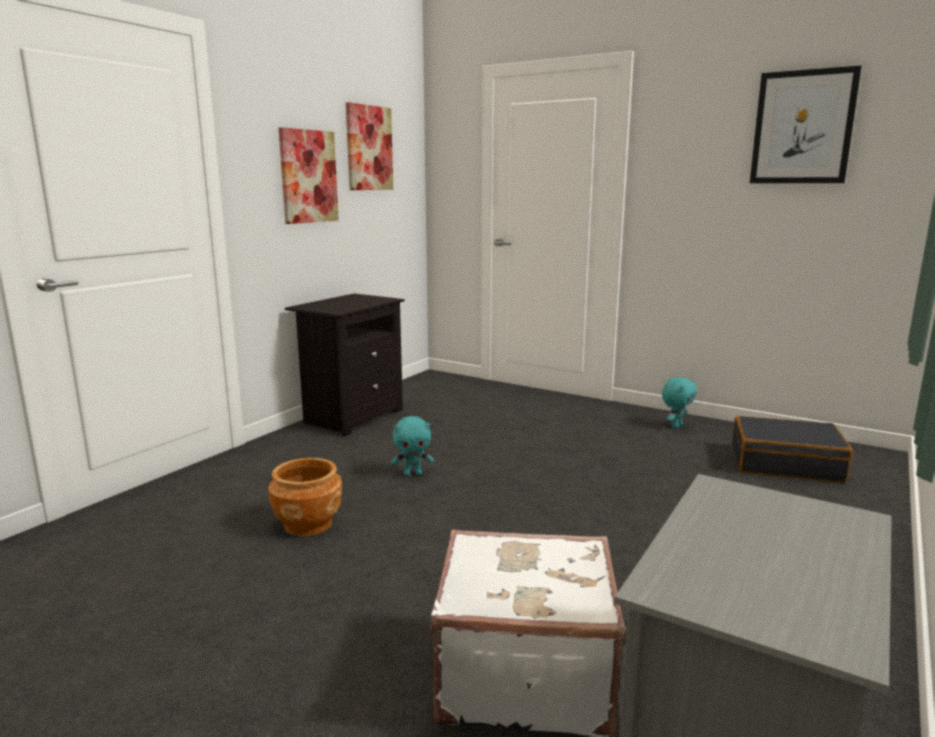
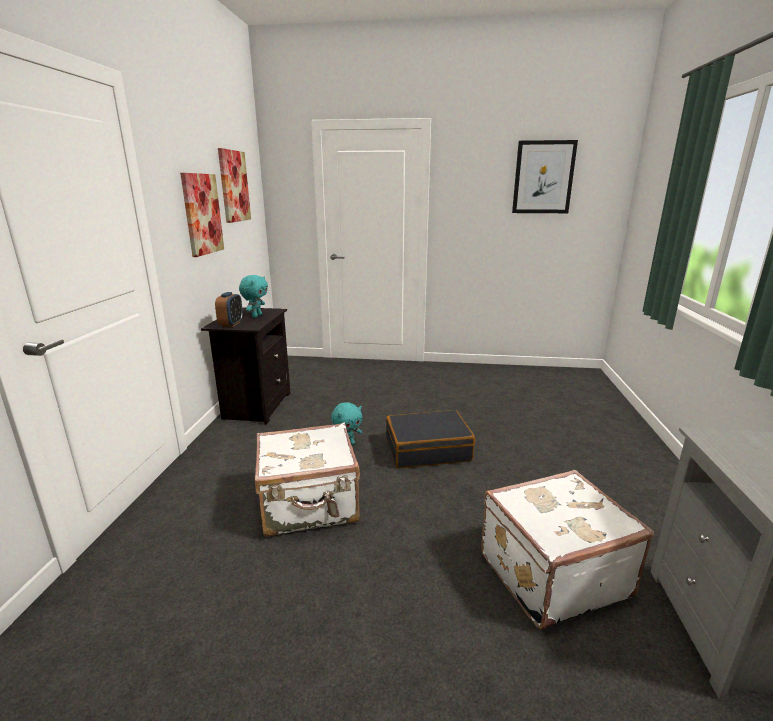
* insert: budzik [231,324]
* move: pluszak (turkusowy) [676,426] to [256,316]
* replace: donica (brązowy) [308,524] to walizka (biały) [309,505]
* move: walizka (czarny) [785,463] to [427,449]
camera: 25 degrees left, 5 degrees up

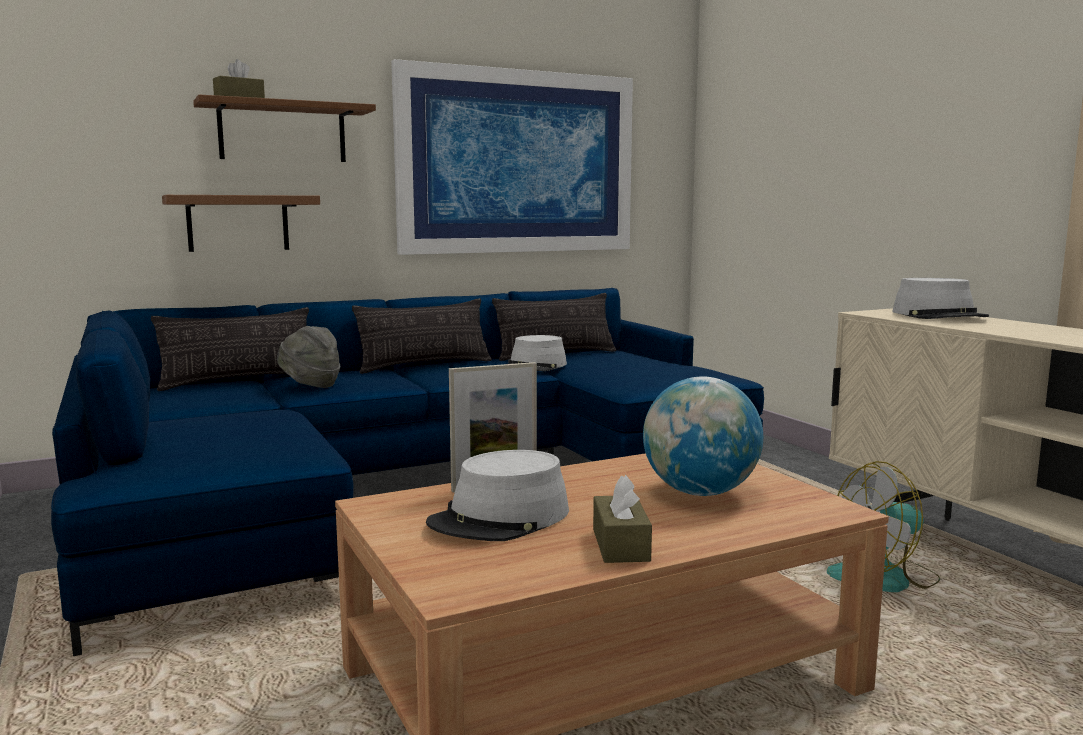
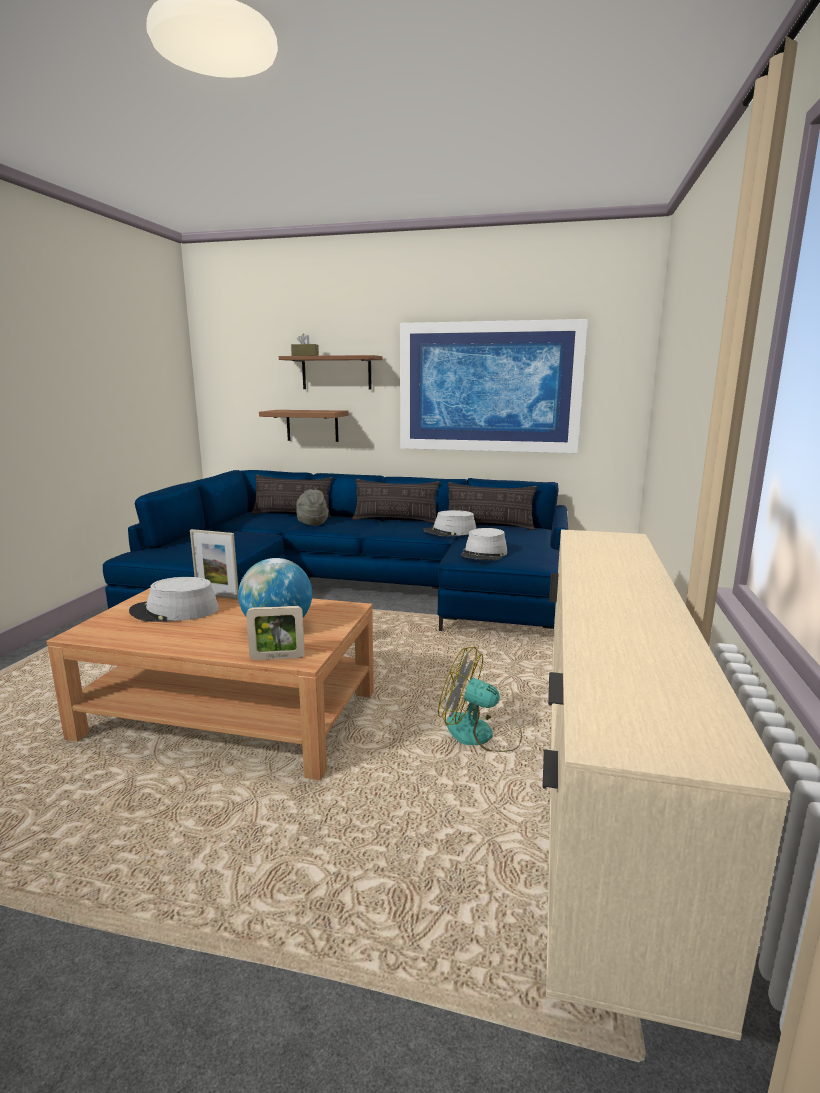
* insert: ramka na zdjęcie [277,657]
* move: kapelusz (szary) [939,315] to [484,554]
* delete: pudełko chusteczek (brązowy) [620,545]
camera: 40 degrees right, 5 degrees up

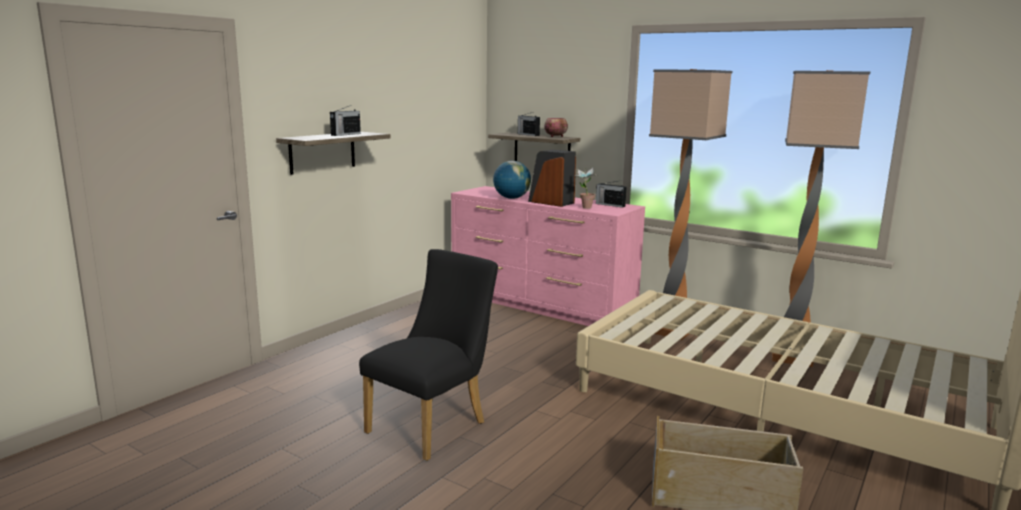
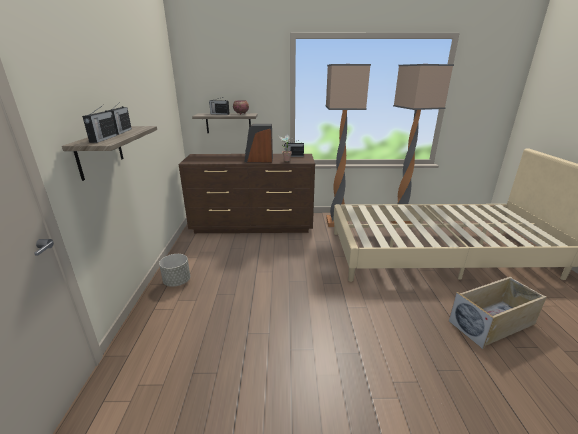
* insert: radio [103,139]
* insert: donica (szary) [177,281]
* recolor: komoda (różowy) [541,305] to komoda (brązowy) [253,226]
* delete: krzesło (czarny) [433,425]
* delete: globus [511,198]
camera: 35 degrees left, 10 degrees up

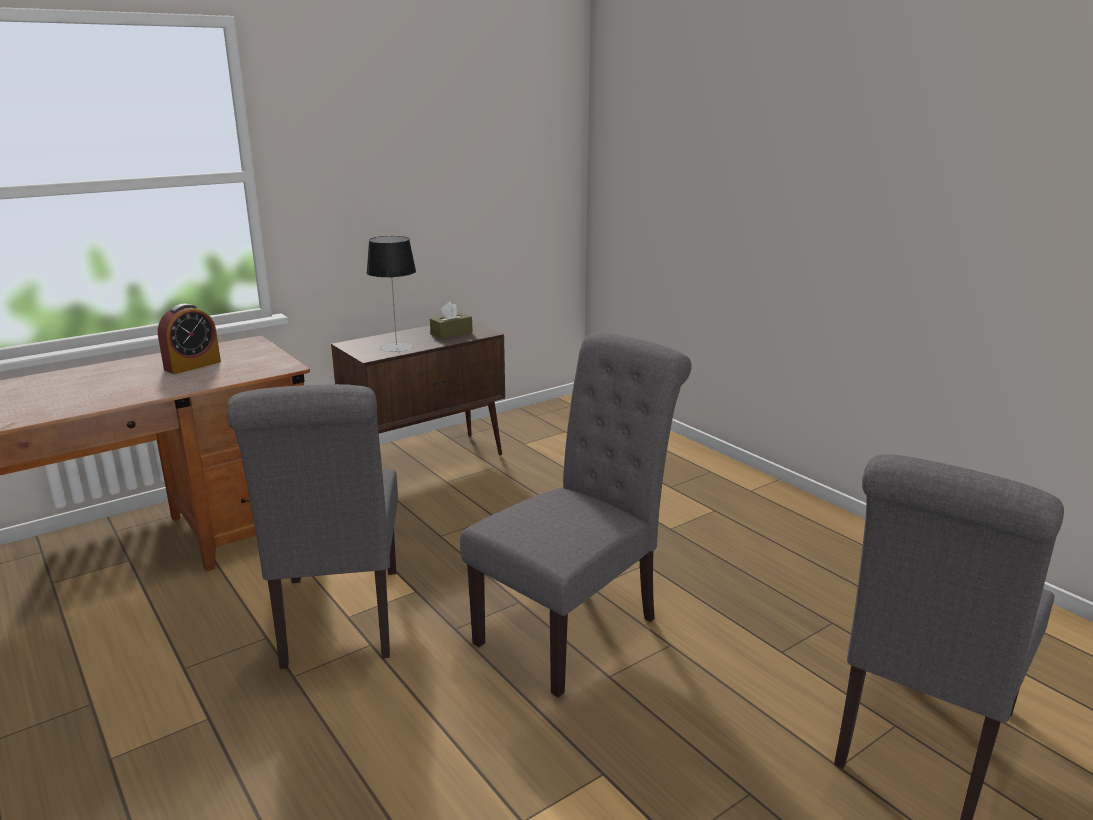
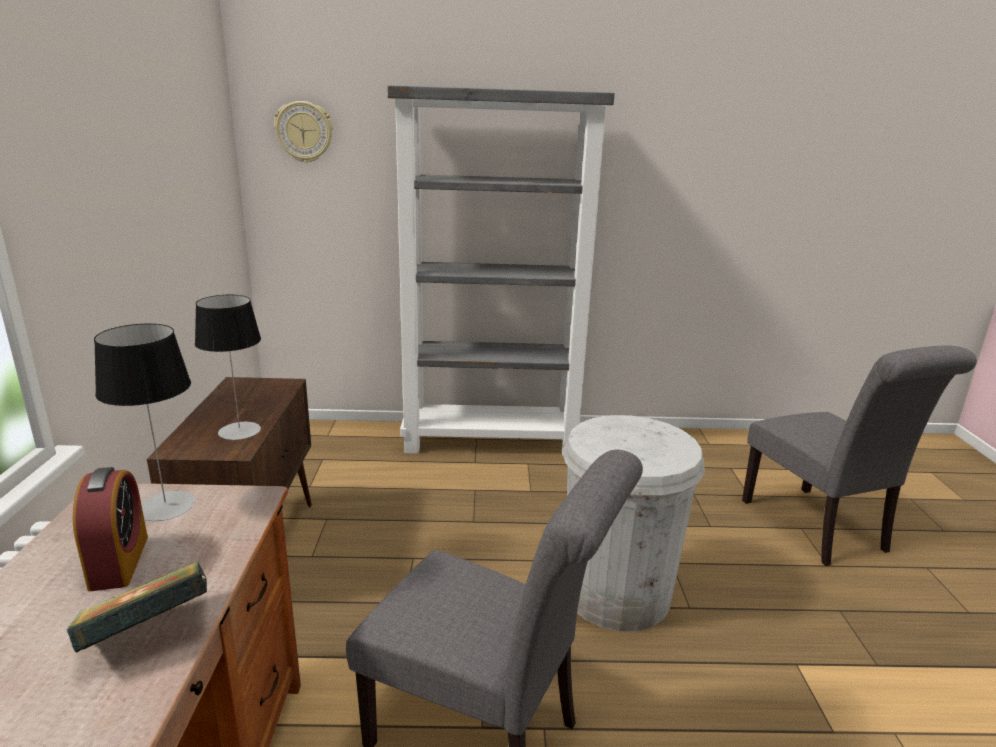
* insert: książka [148,634]
* insert: lampa stołowa [165,506]
* insert: zegar ścienny [304,132]
* insert: regał (szary) [492,441]
* replace: krzesło (szary) [576,626] to kosz na śmieci (biały) [616,593]
* delete: pudełko chusteczek (brązowy) [451,333]
camera: 55 degrees left, 0 degrees up

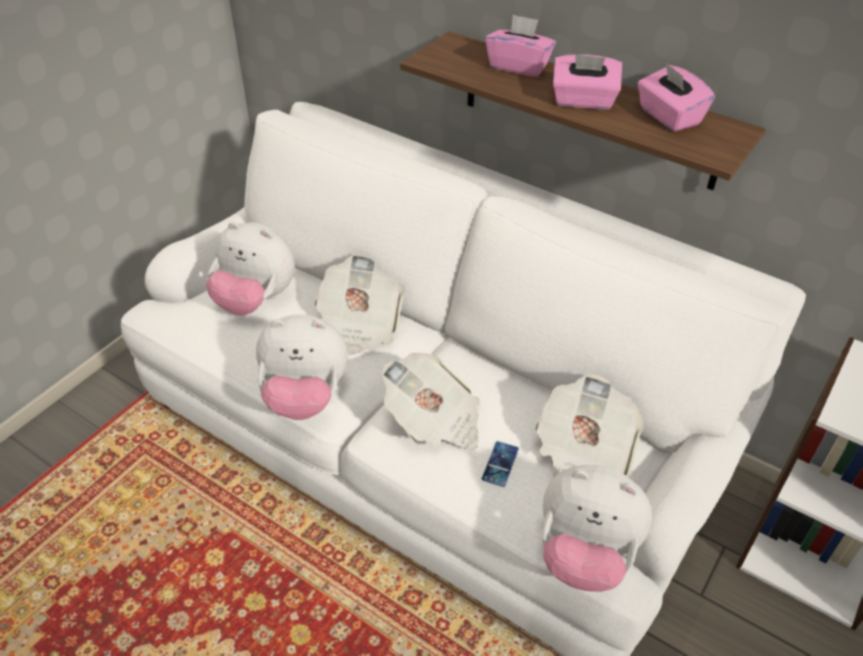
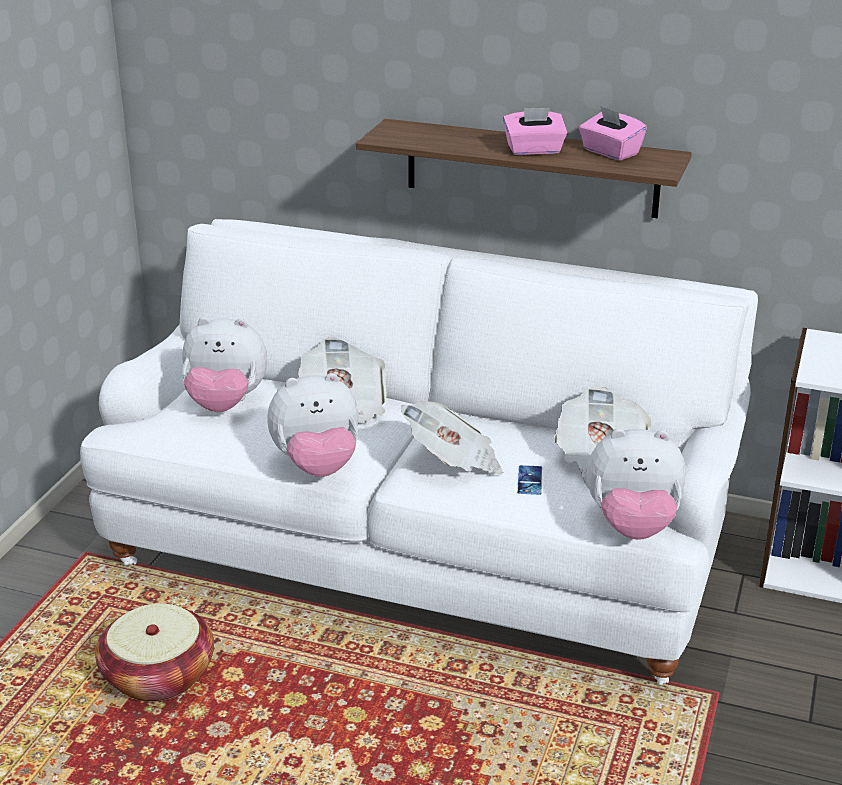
* insert: koszyk [158,676]
* delete: pudełko chusteczek (różowy) [519,66]
camera: 15 degrees left, 15 degrees down

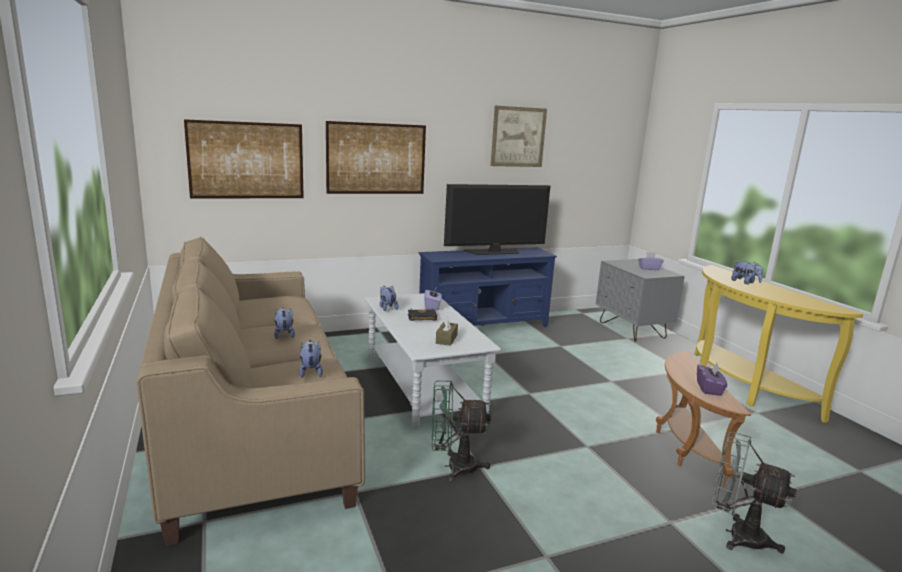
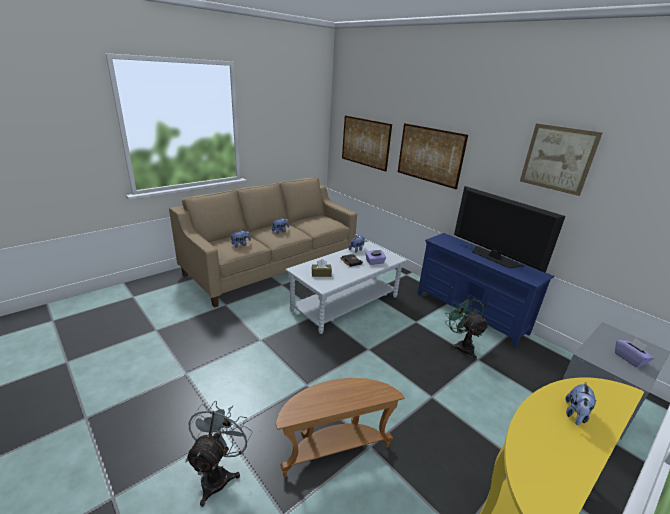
* move: wentylator (zielony) [453,467] to [461,345]
* delete: pudełko chusteczek (fioletowy) [709,389]
camera: 70 degrees right, 10 degrees up

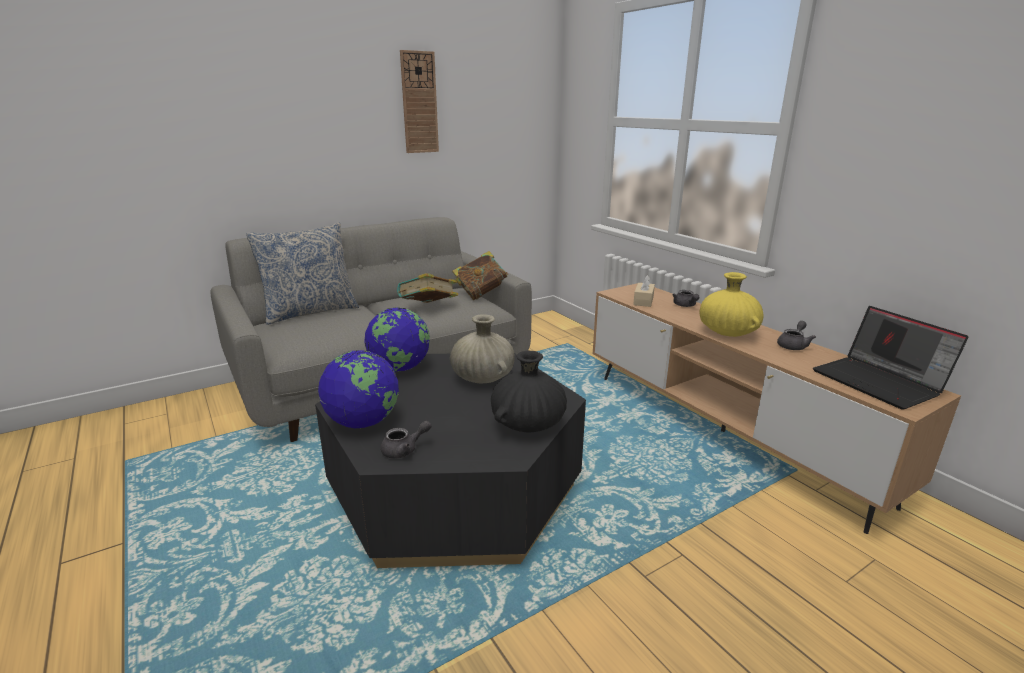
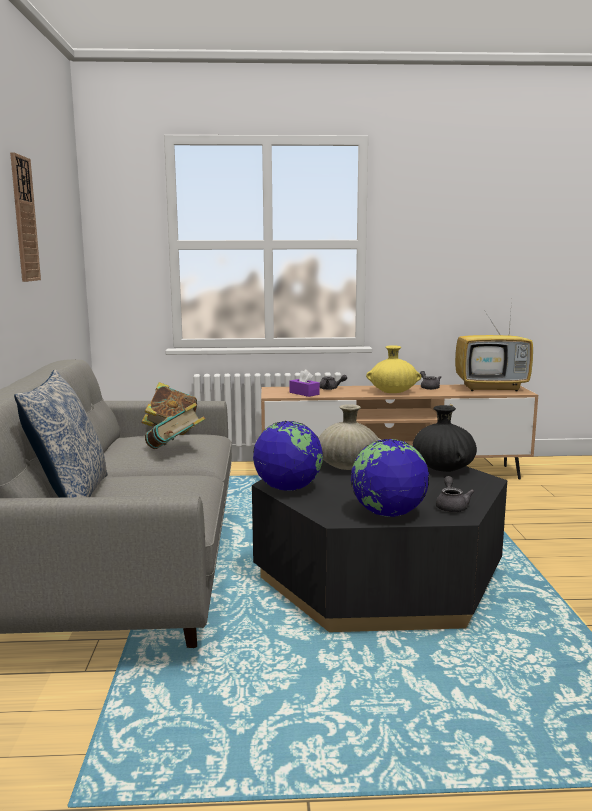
* recolor: pudełko chusteczek (beżowy) [643,301] to pudełko chusteczek (fioletowy) [304,393]
* replace: laptop [880,382] to telewizor [492,388]
camera: 60 degrees left, 10 degrees down

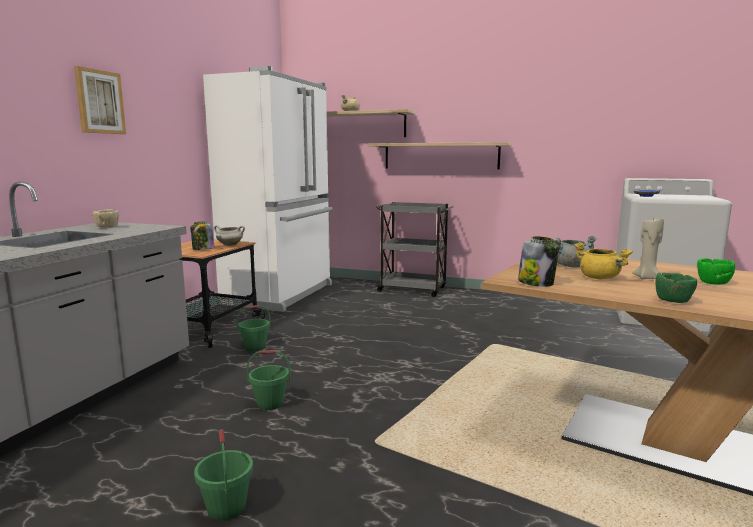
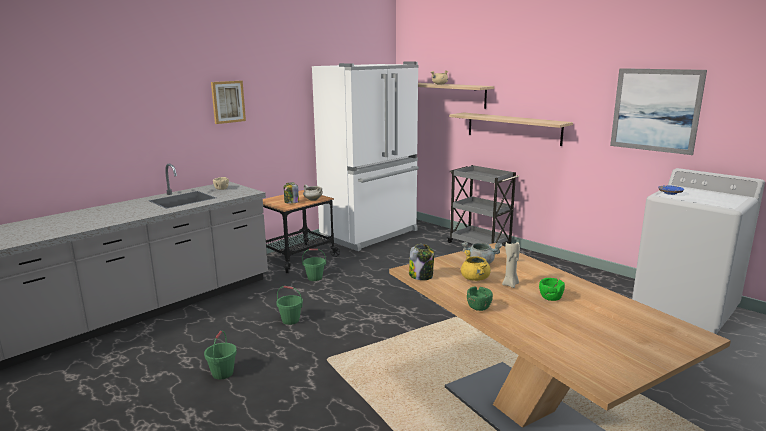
* insert: obraz [655,110]
camera: 25 degrees right, 5 degrees up

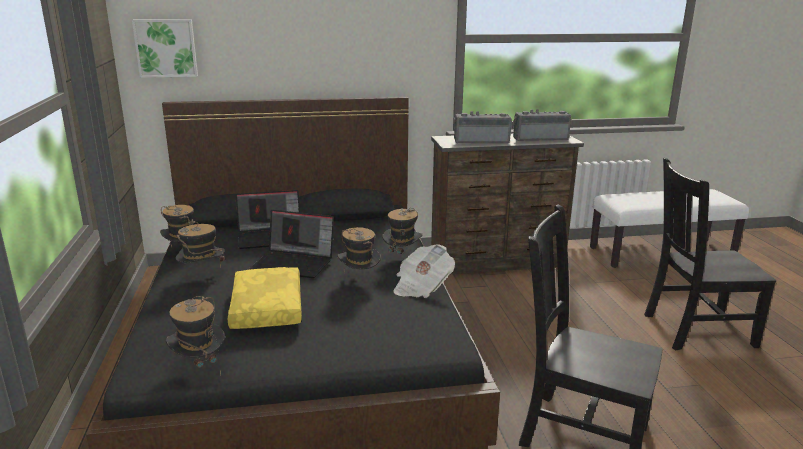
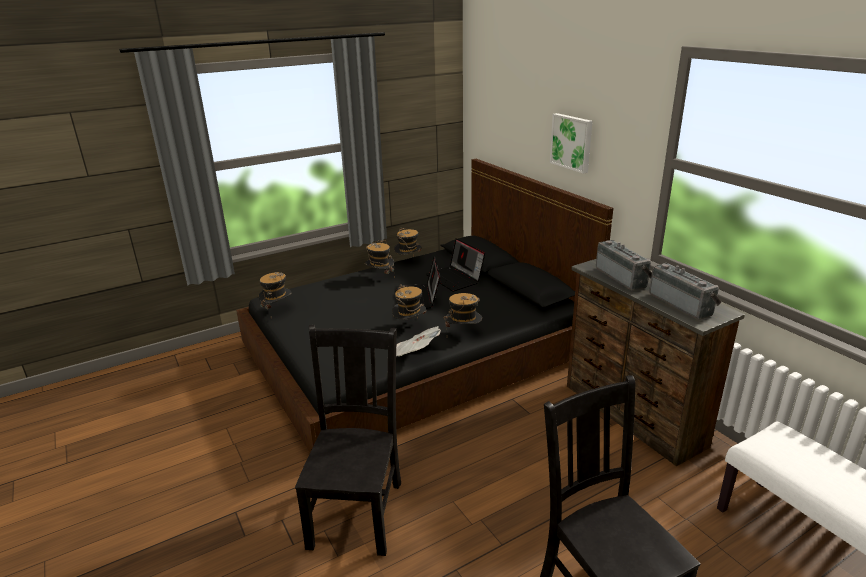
* move: obraz [166,48] to [572,142]
* delete: poduszka (żółty) [265,308]
camera: 70 degrees right, 5 degrees up

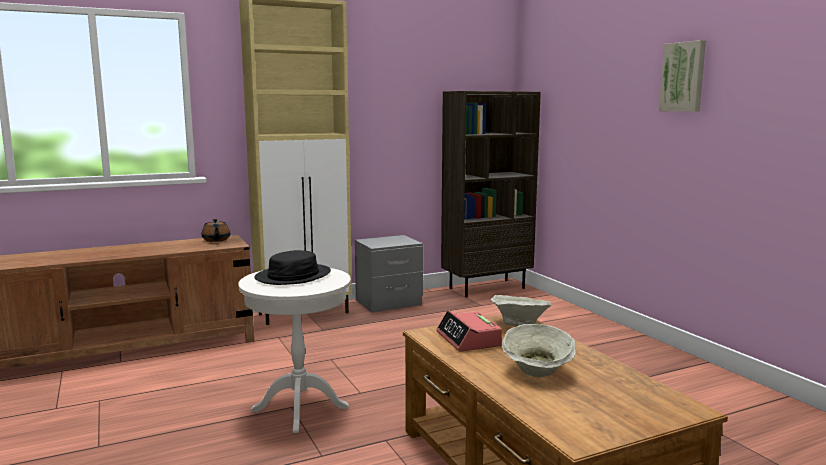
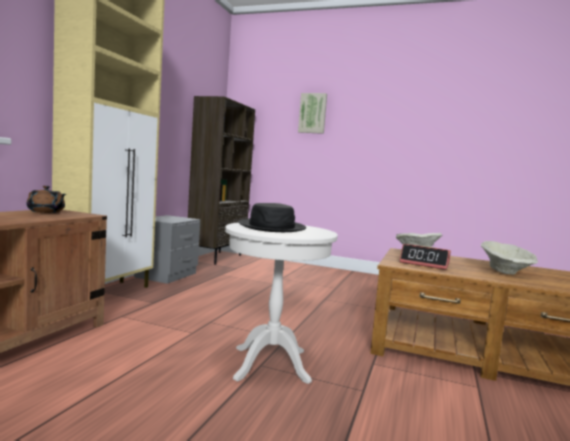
* move: obraz [683,77] to [313,113]
camera: 45 degrees left, 5 degrees down

